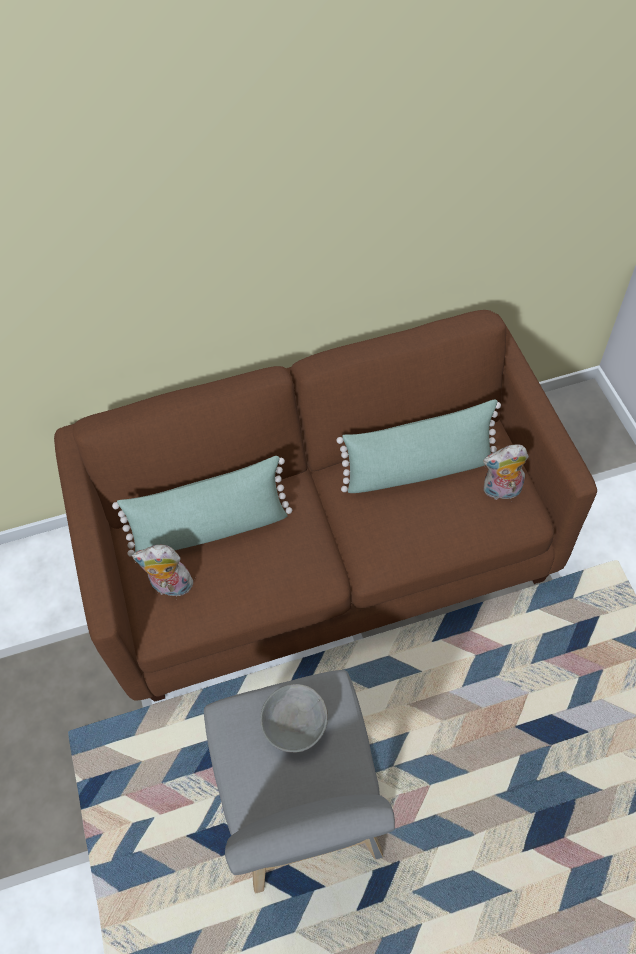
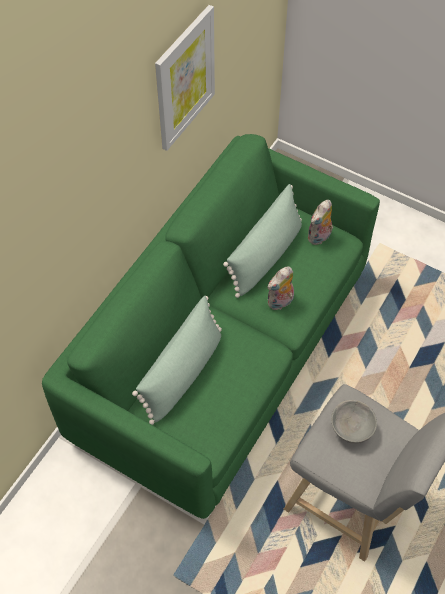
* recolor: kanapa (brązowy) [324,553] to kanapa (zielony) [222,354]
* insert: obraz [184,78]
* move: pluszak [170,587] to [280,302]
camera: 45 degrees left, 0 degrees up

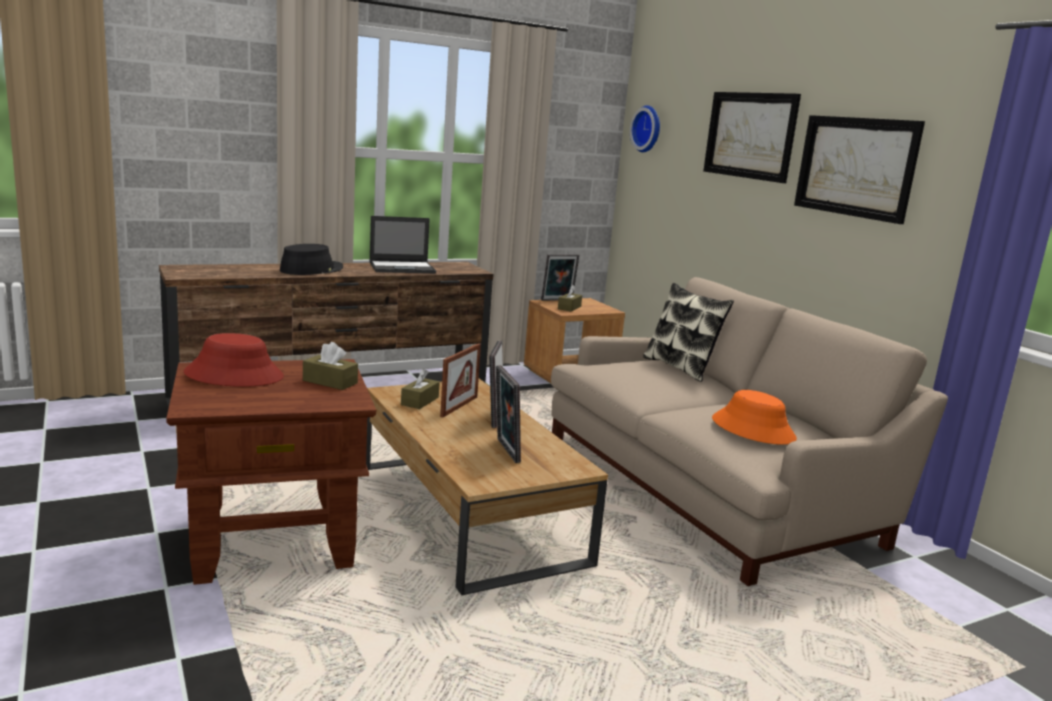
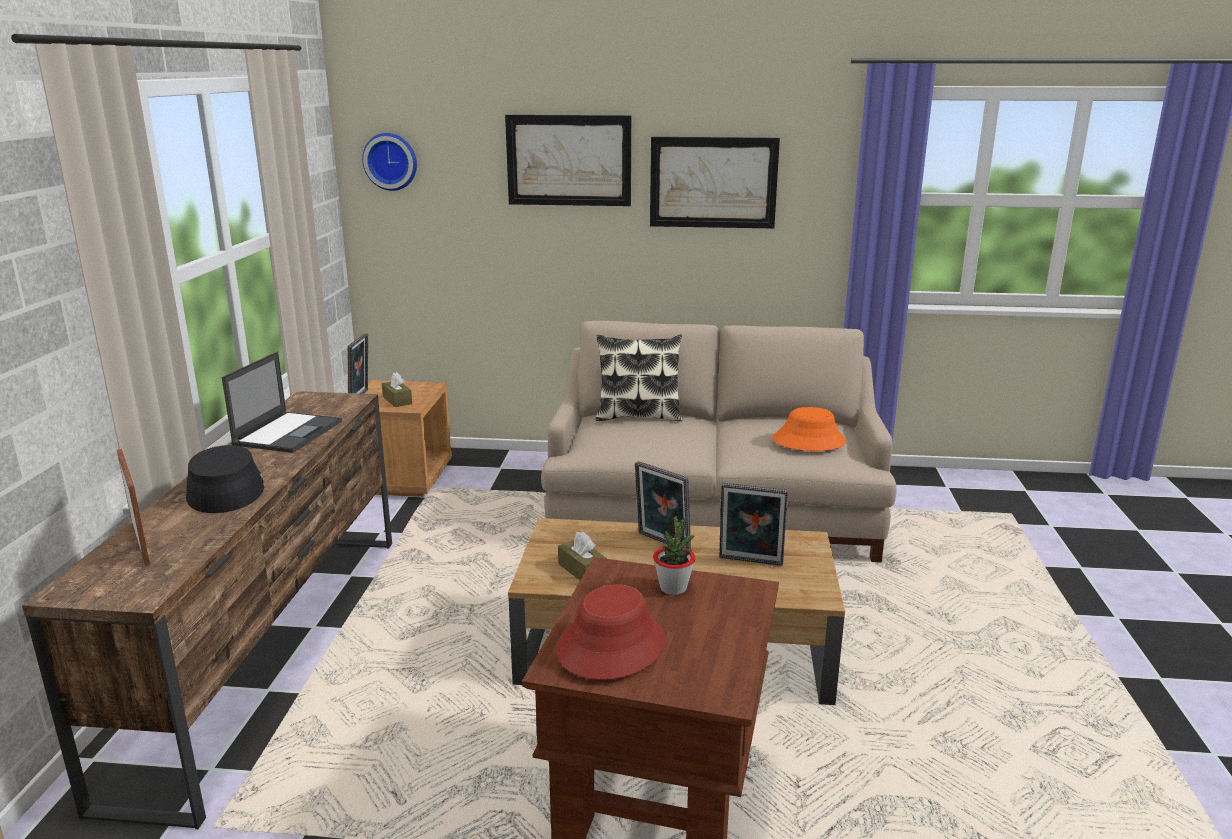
* move: ramka na zdjęcie [459,406] to [140,543]
* replace: pudełko chusteczek (brązowy) [330,382] to roślina doniczkowa [673,588]
camera: 55 degrees left, 5 degrees up

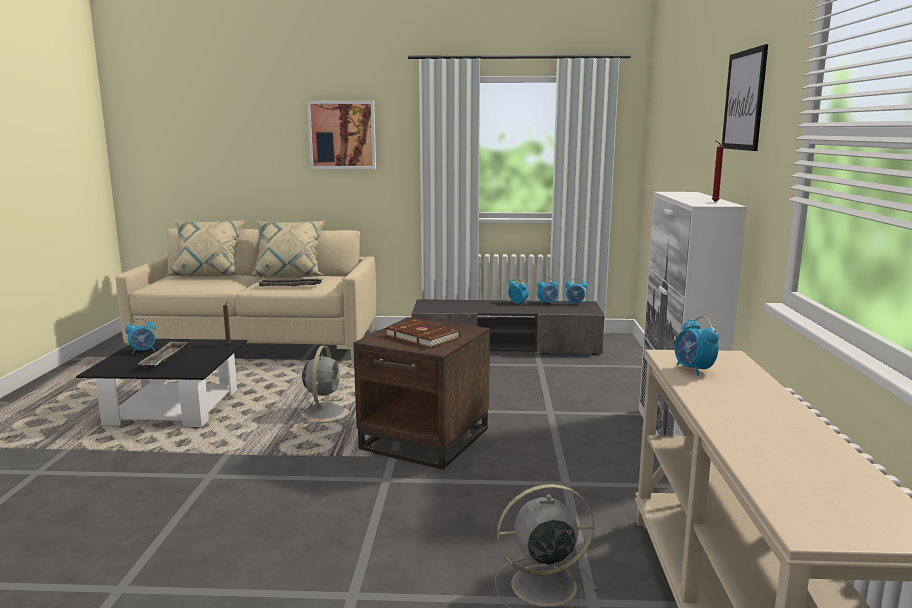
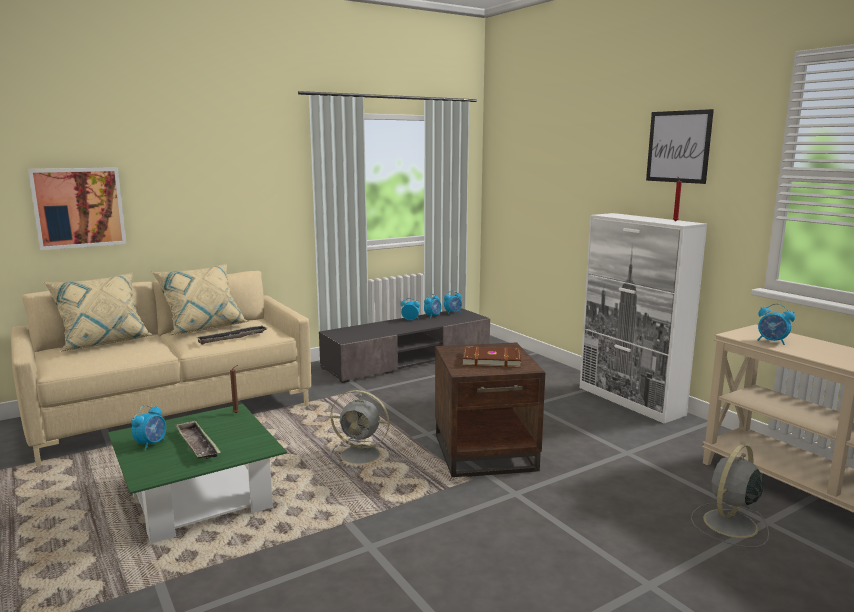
* move: obraz [342,135] to [79,207]
* recolor: ława (czarny) [173,407] to ława (zielony) [200,498]
* rotate: wentylator (szary) [324,411] = [362,455] 135 degrees clockwise
camera: 35 degrees left, 0 degrees up

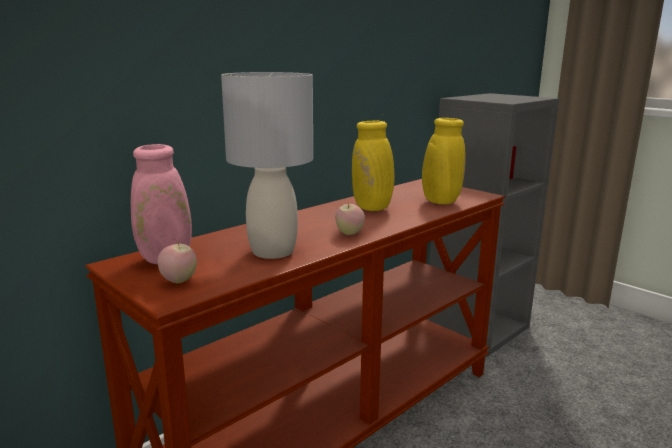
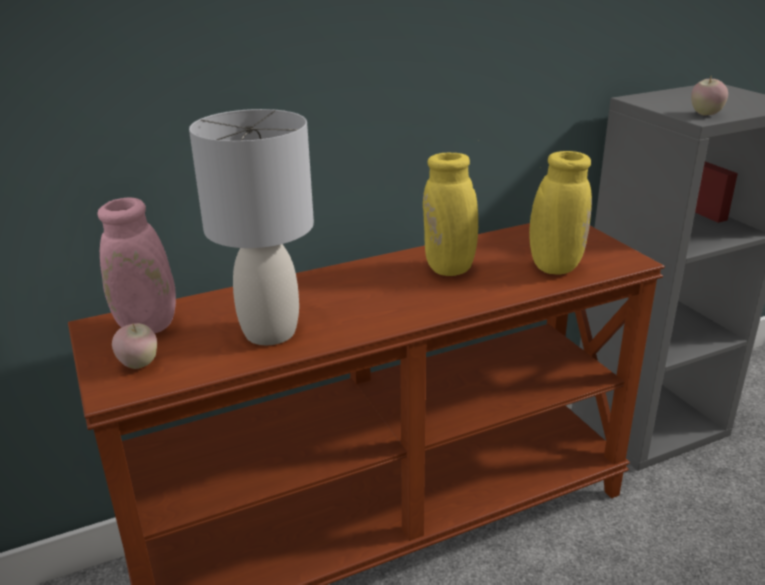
* move: jabłko [349,233] to [705,114]
camera: 20 degrees right, 10 degrees up

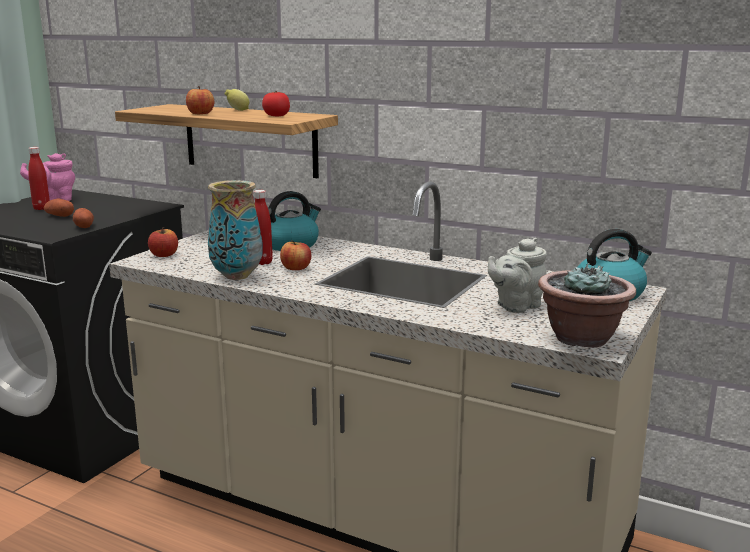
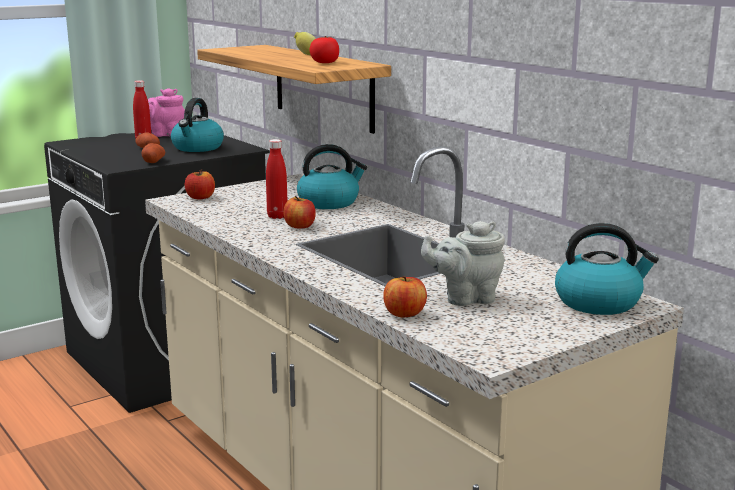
* insert: czajnik [197,148]
* move: jabłko [200,113] to [404,313]
* delete: wazon [236,276]
* delete: roślina doniczkowa [581,338]
camera: 25 degrees right, 0 degrees up

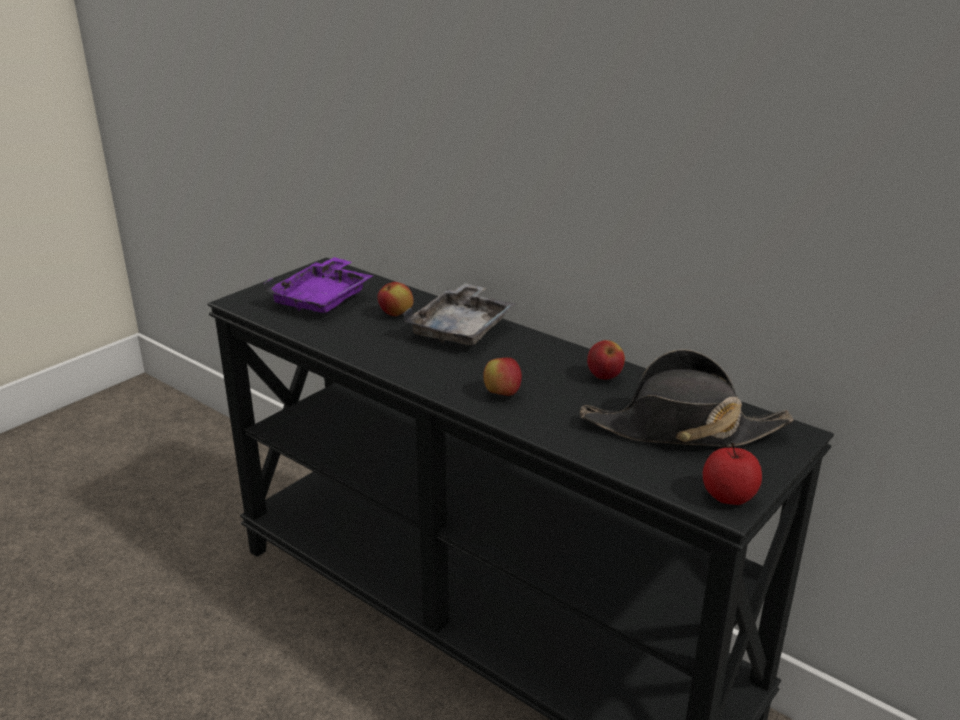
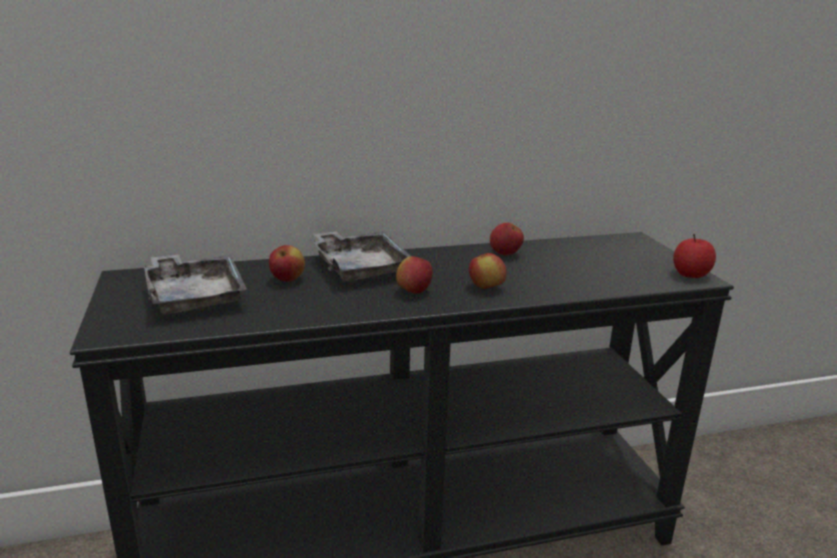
* recolor: taca (fioletowy) [323,299] to taca (szary) [194,296]
* insert: jabłko [414,291]
* delete: kapelusz (czarny) [681,429]
camera: 55 degrees left, 5 degrees down

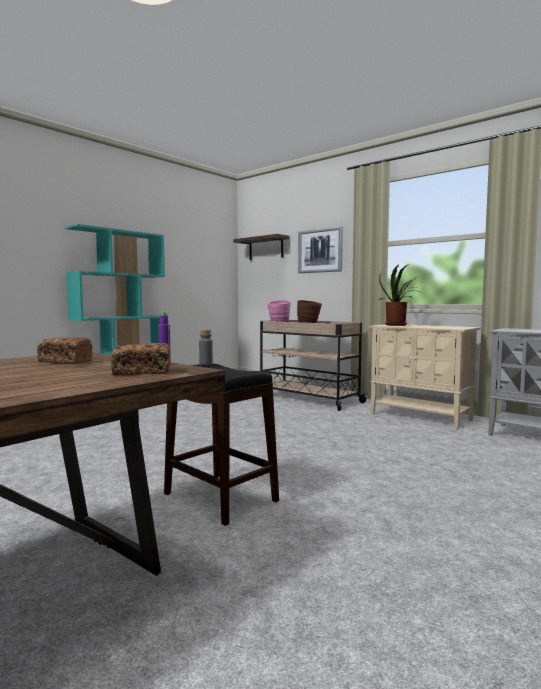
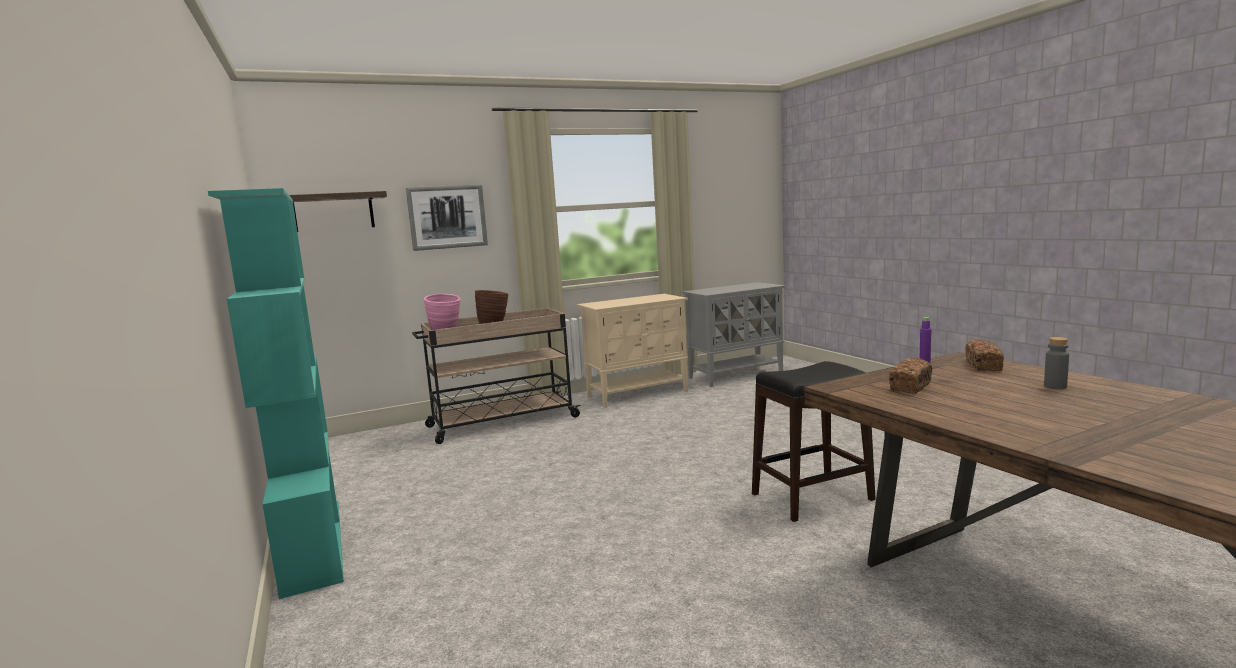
* move: butelka (szary) [206,364] to [1055,386]
* delete: roślina doniczkowa [398,325]
camera: 65 degrees left, 5 degrees up

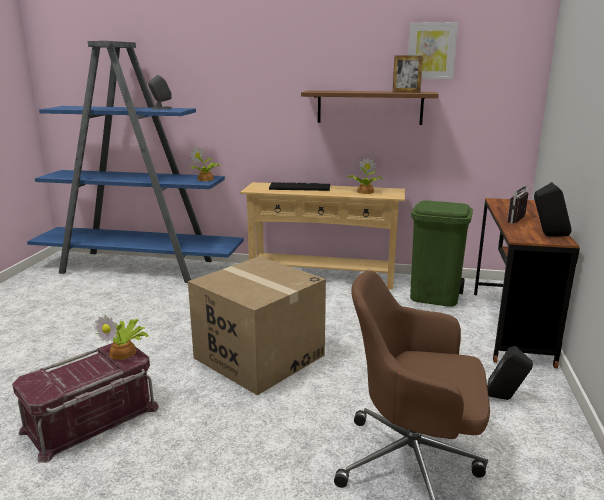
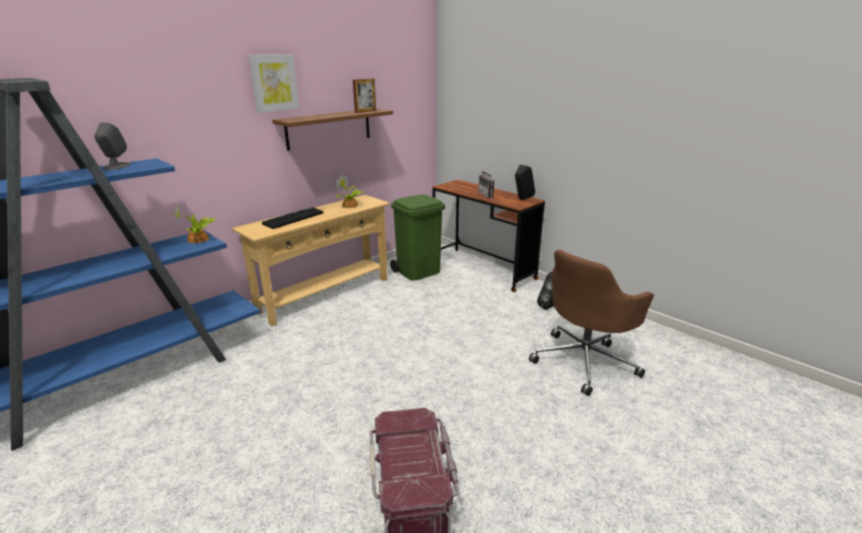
* move: obraz [431,51] to [274,83]
* delete: roślina doniczkowa [124,352]
* delete: karton [259,356]
camera: 55 degrees left, 5 degrees up

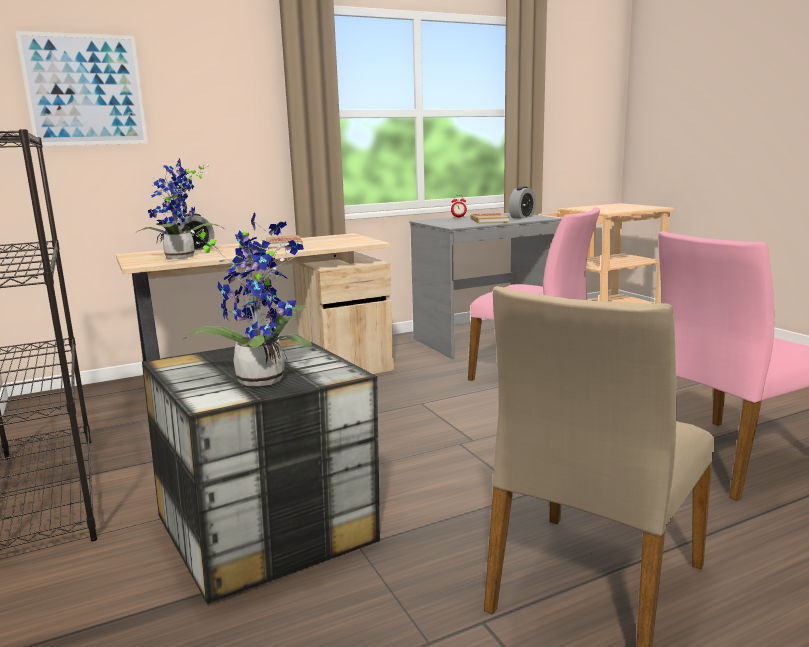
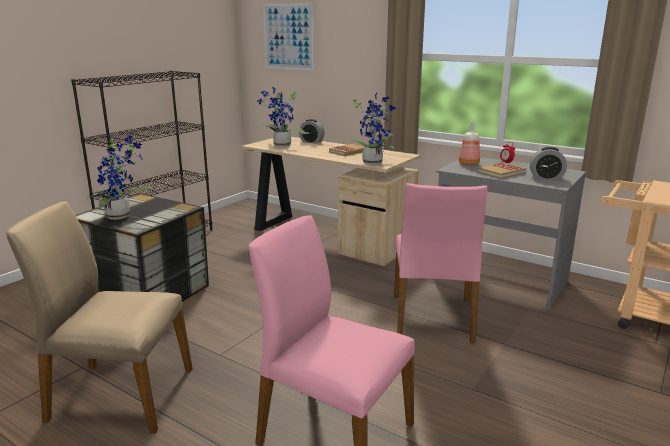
* insert: roślina doniczkowa [373,162]
* insert: butelka [468,164]
camera: 60 degrees right, 5 degrees up

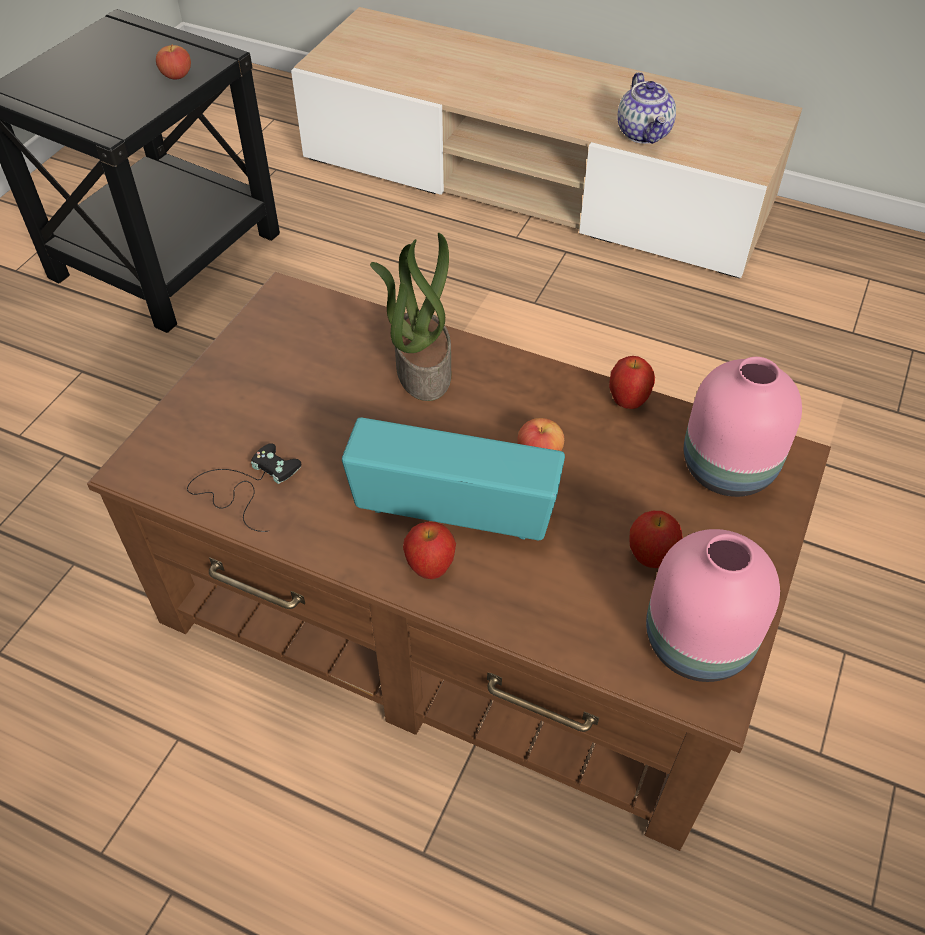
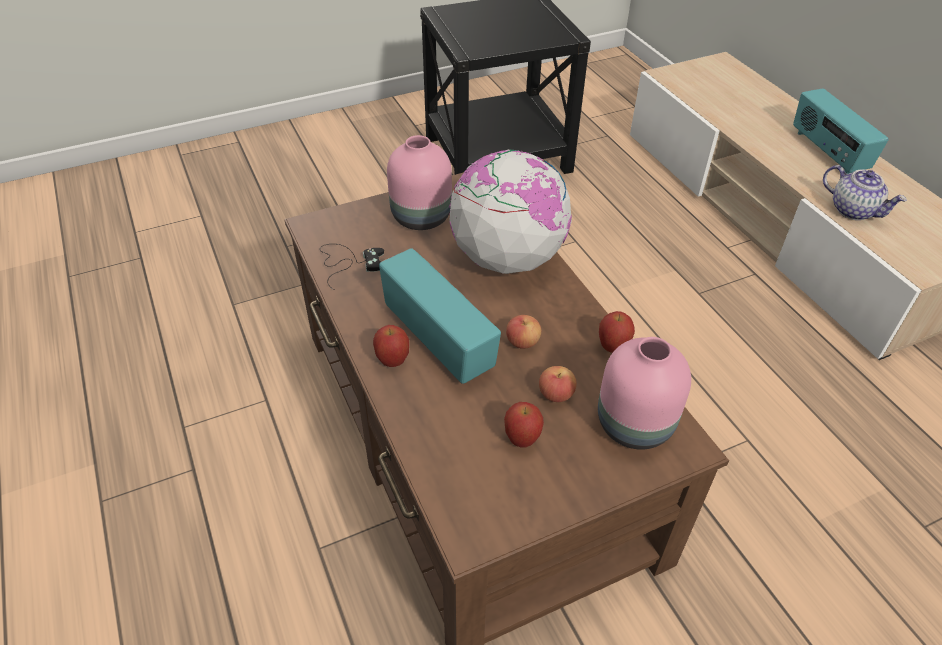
* move: wazon (różowy) [694,640] to [421,216]
* replace: roślina doniczkowa [422,370] to globus [507,258]
* move: jabłko [176,75] to [556,394]
* insert: radio [827,152]
* rotate: imbryk [644,133] = [854,210] 75 degrees counterclockwise
camera: 40 degrees right, 5 degrees down

